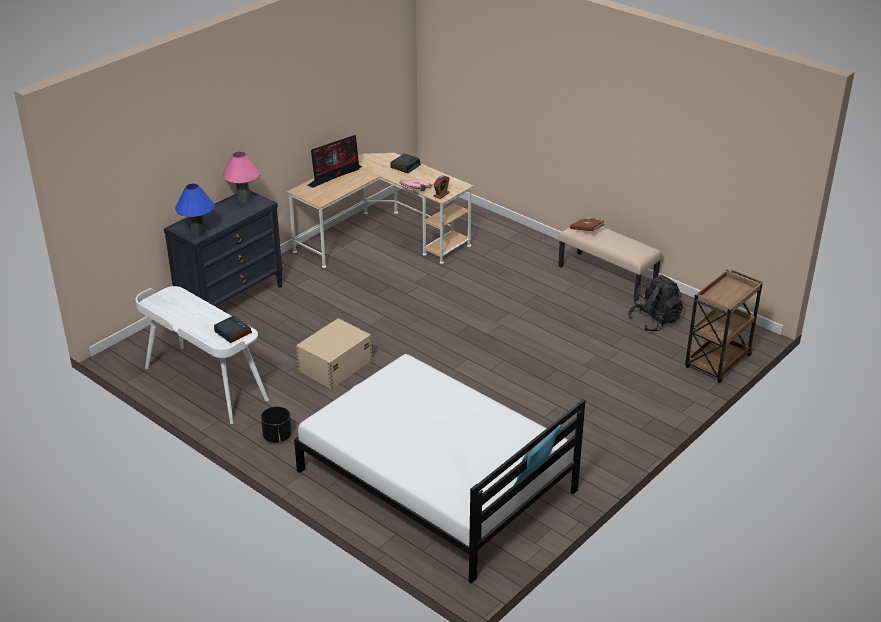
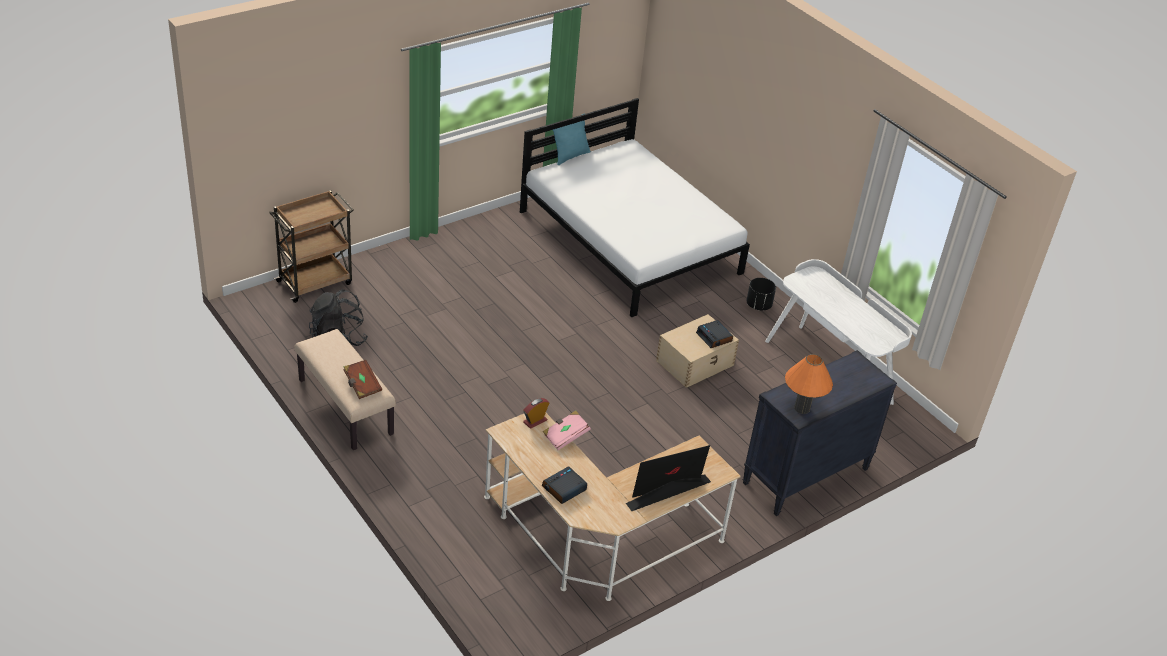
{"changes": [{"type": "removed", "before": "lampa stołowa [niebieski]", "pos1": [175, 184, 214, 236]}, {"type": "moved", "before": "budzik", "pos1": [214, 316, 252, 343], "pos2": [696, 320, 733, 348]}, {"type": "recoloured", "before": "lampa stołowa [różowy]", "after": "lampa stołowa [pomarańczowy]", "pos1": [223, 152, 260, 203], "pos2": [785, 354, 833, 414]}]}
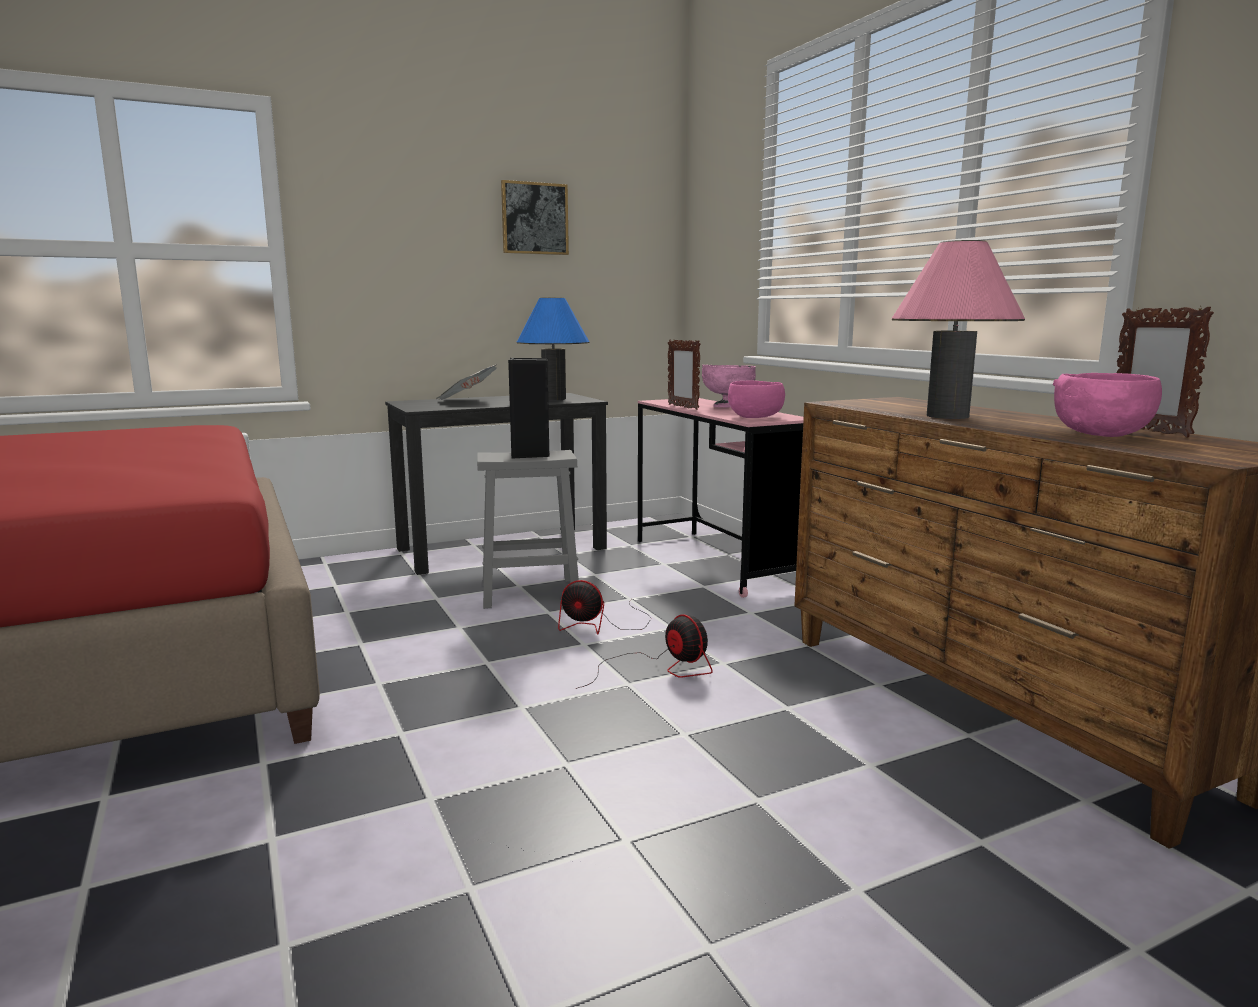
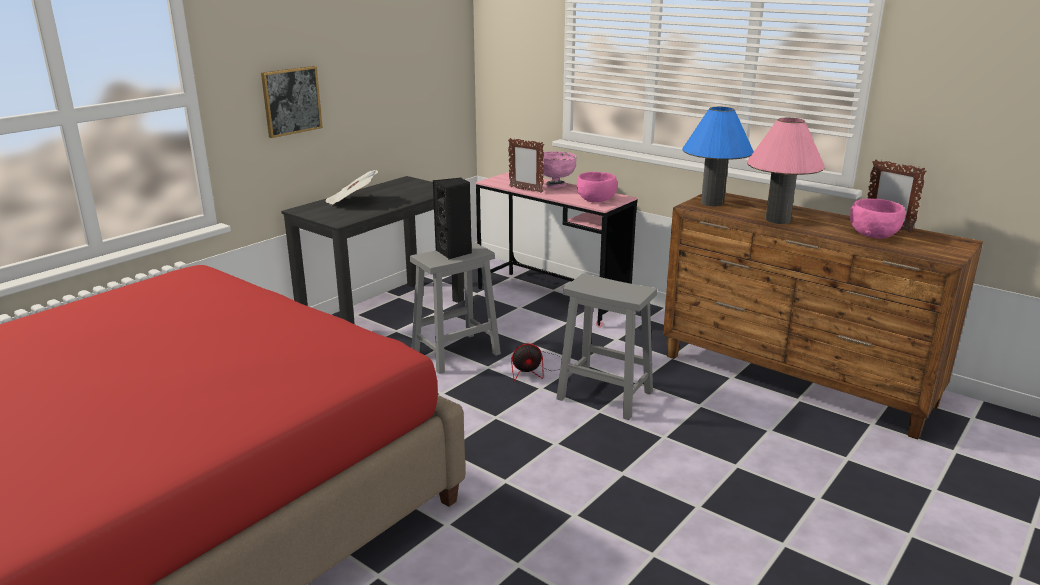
{"changes": [{"type": "moved", "before": "obraz", "pos1": [501, 180, 569, 255], "pos2": [261, 66, 323, 138]}, {"type": "moved", "before": "lampa stołowa [niebieski]", "pos1": [517, 297, 589, 400], "pos2": [682, 107, 754, 206]}, {"type": "replaced", "before": "wentylator", "after": "stołek [szary]", "pos1": [576, 614, 713, 689], "pos2": [556, 273, 657, 420]}]}
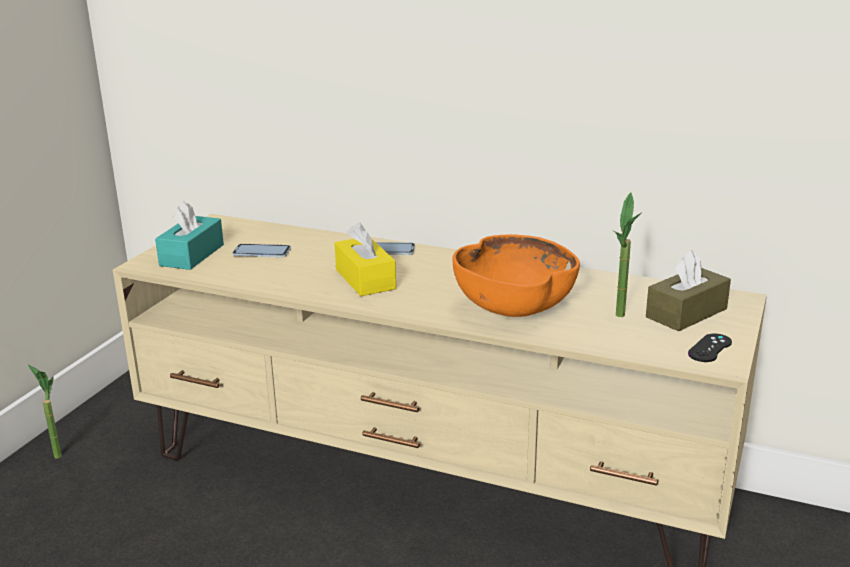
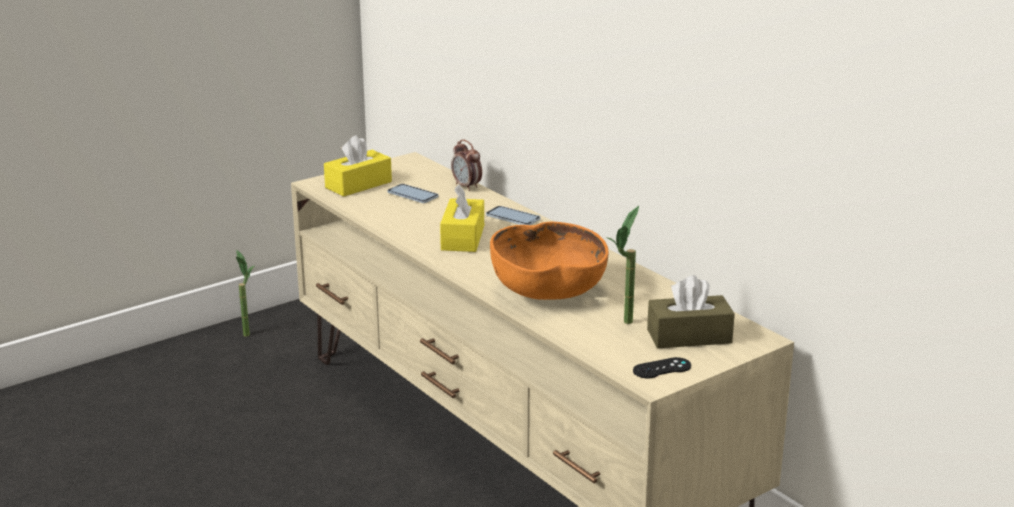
{"changes": [{"type": "added", "after": "budzik", "pos2": [451, 139, 482, 191]}, {"type": "recoloured", "before": "pudełko chusteczek [turkusowy]", "after": "pudełko chusteczek [żółty]", "pos1": [155, 201, 224, 270], "pos2": [324, 135, 392, 197]}]}
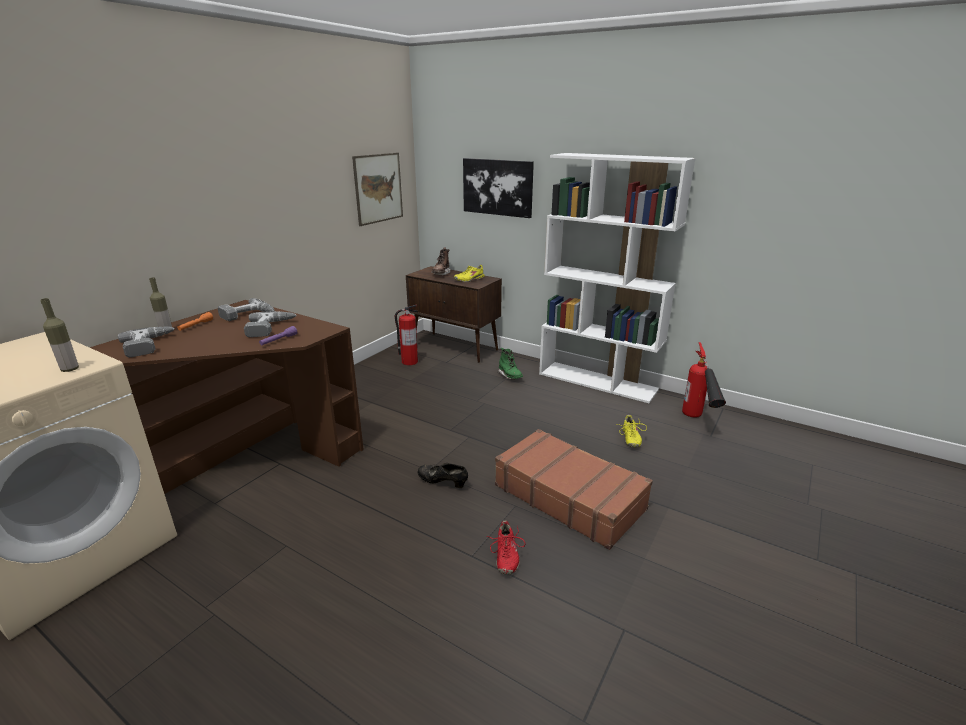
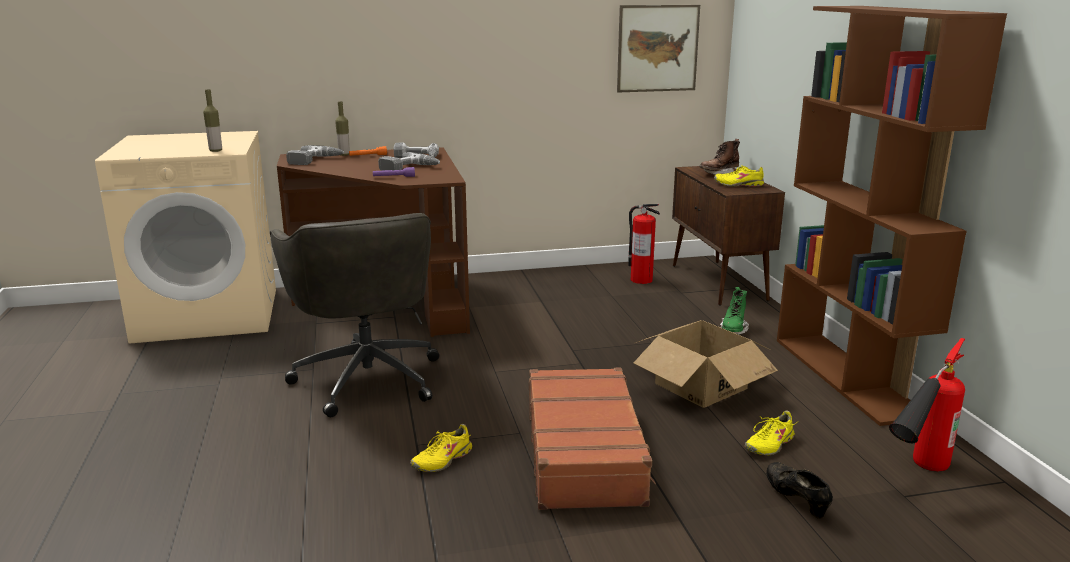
{"changes": [{"type": "removed", "before": "obraz", "pos1": [463, 158, 534, 218]}, {"type": "added", "after": "krzesło biurowe [szary]", "pos2": [270, 213, 439, 417]}, {"type": "added", "after": "karton", "pos2": [633, 320, 778, 408]}, {"type": "moved", "before": "but [czarny]", "pos1": [418, 463, 468, 488], "pos2": [766, 462, 833, 519]}, {"type": "recoloured", "before": "but [czerwony]", "after": "but [żółty]", "pos1": [486, 521, 525, 575], "pos2": [410, 424, 472, 472]}, {"type": "recoloured", "before": "regał [biały]", "after": "regał [brązowy]", "pos1": [539, 153, 696, 403], "pos2": [777, 6, 1007, 426]}]}
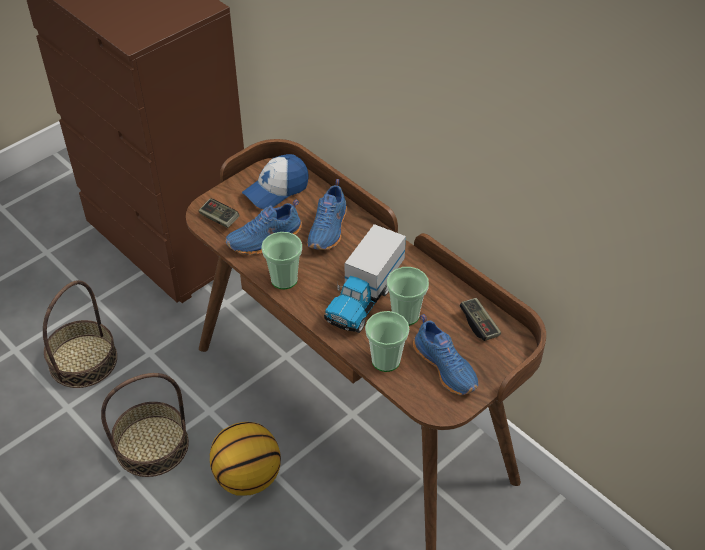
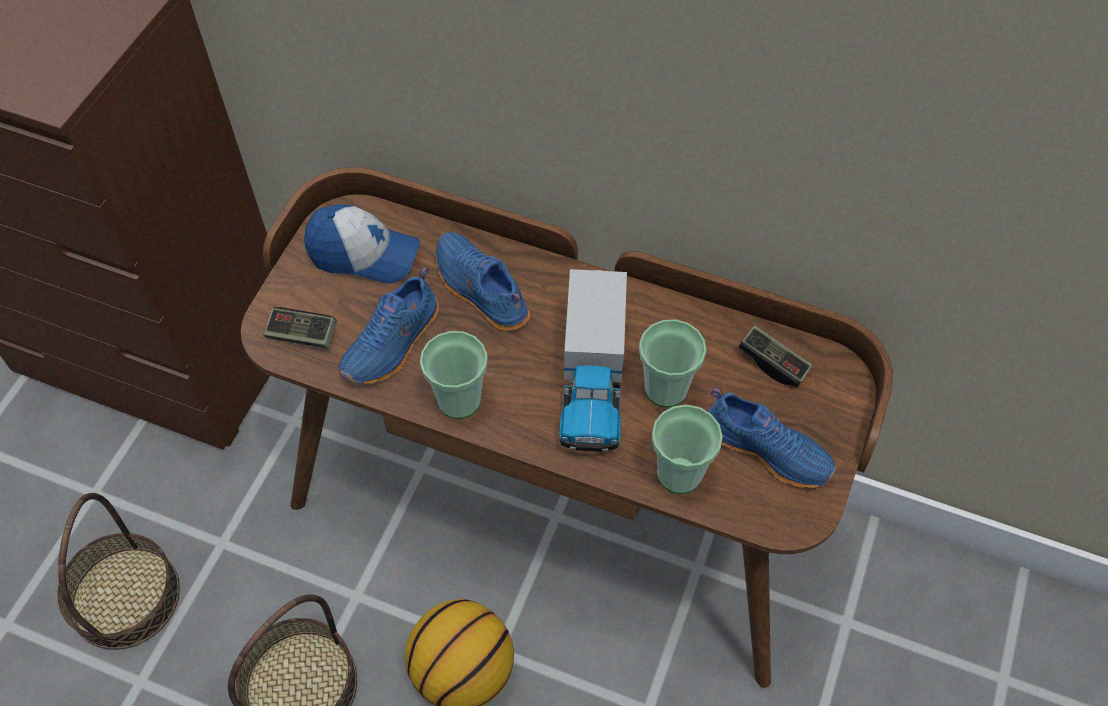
{"changes": [{"type": "turned", "before": "czapka z daszkiem", "pos1": [242, 154, 309, 209], "pos2": [304, 204, 420, 284], "turn": -105}, {"type": "turned", "before": "but [niebieski]", "pos1": [307, 179, 347, 250], "pos2": [436, 232, 530, 331], "turn": 150}]}
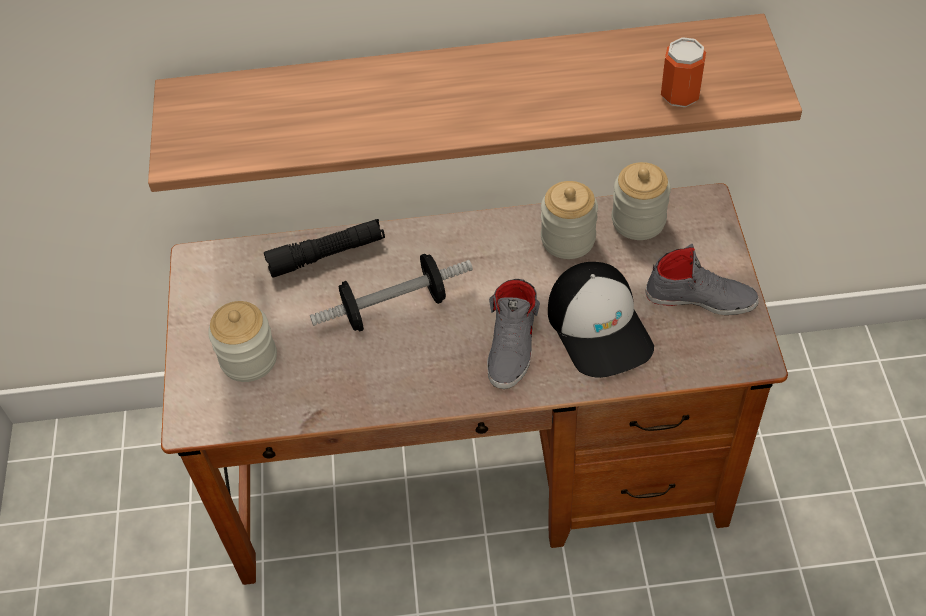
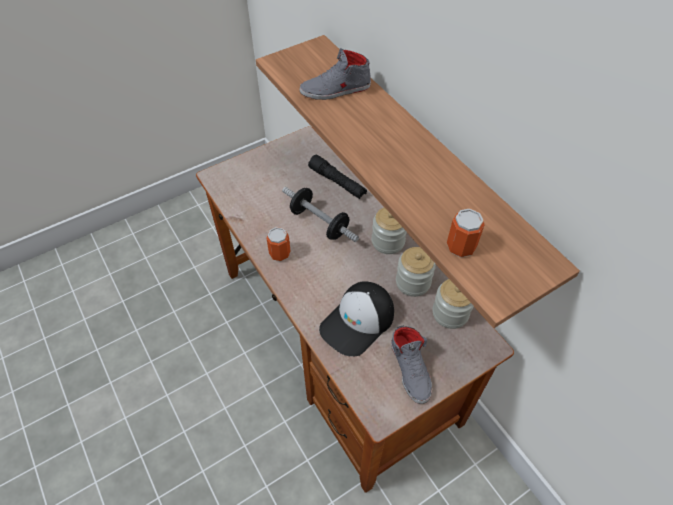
{"changes": [{"type": "added", "after": "puszka", "pos2": [266, 227, 290, 261]}, {"type": "moved", "before": "słoik", "pos1": [208, 301, 277, 382], "pos2": [372, 207, 407, 254]}, {"type": "moved", "before": "but [szary]", "pos1": [487, 279, 540, 389], "pos2": [300, 48, 371, 100]}]}
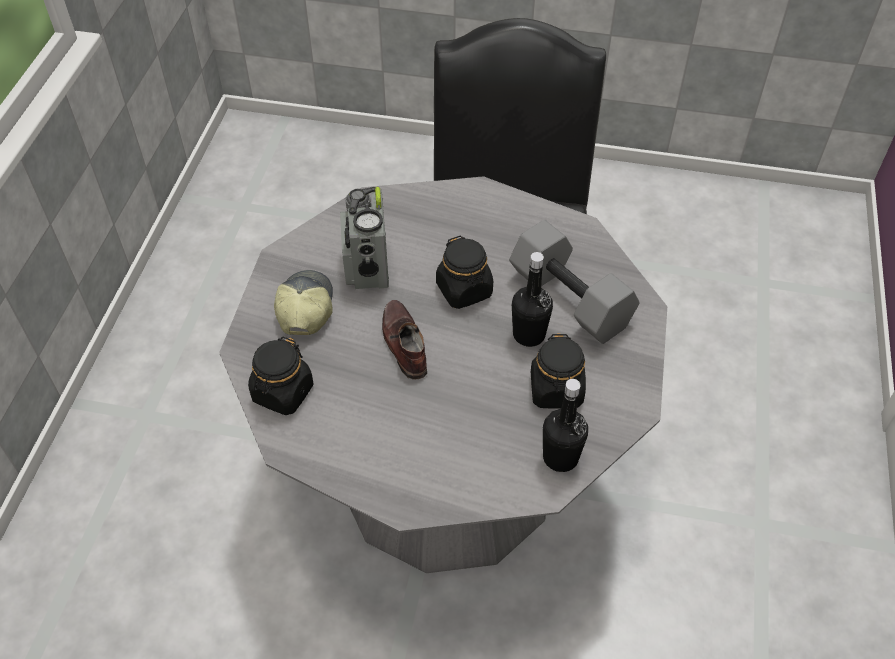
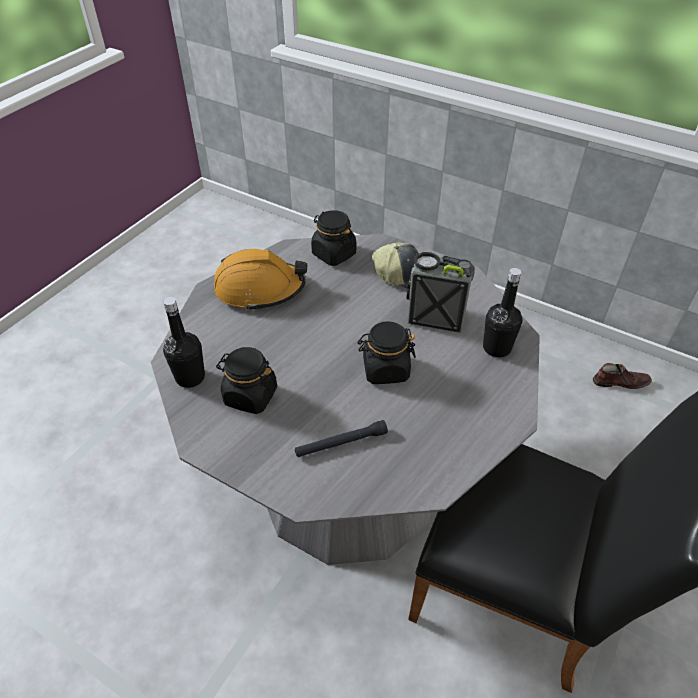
{"changes": [{"type": "added", "after": "kask [pomarańczowy]", "pos2": [214, 249, 307, 312]}, {"type": "moved", "before": "but [brązowy]", "pos1": [382, 300, 427, 380], "pos2": [593, 363, 652, 389]}, {"type": "moved", "before": "butelka [czarny]", "pos1": [512, 252, 553, 347], "pos2": [483, 268, 523, 358]}, {"type": "replaced", "before": "hantel [szary]", "after": "latarka [czarny]", "pos1": [509, 220, 640, 344], "pos2": [295, 420, 388, 457]}]}
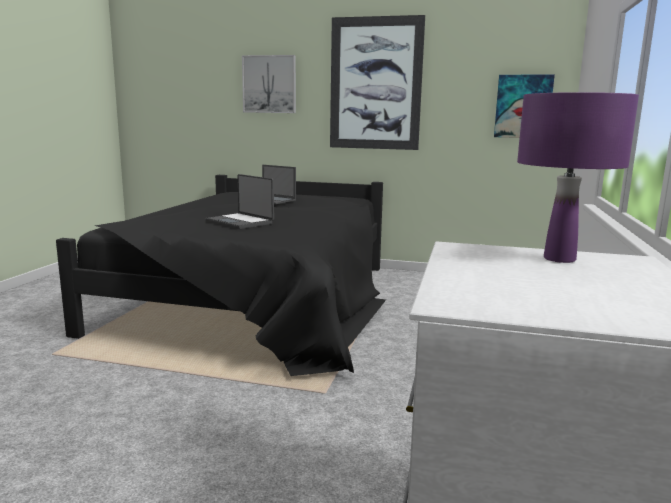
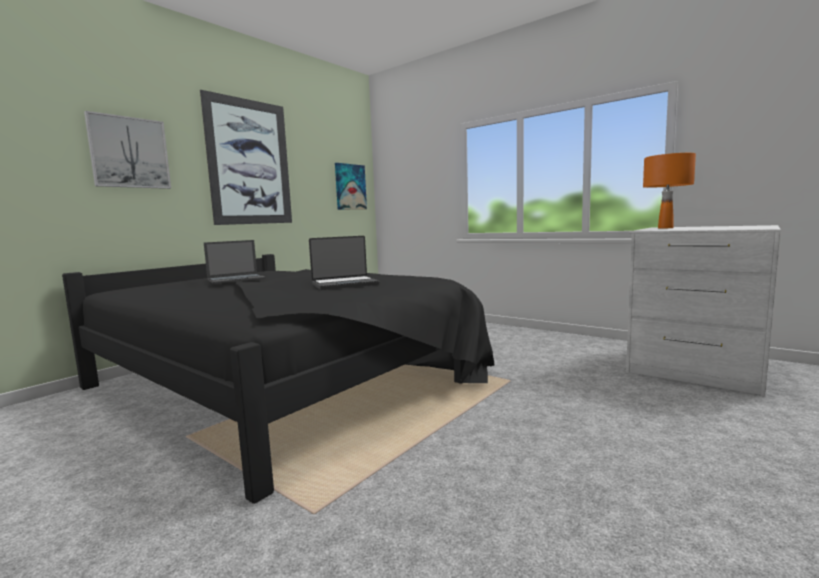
{"changes": [{"type": "recoloured", "before": "lampa stołowa [fioletowy]", "after": "lampa stołowa [pomarańczowy]", "pos1": [517, 92, 639, 263], "pos2": [643, 153, 696, 228]}]}
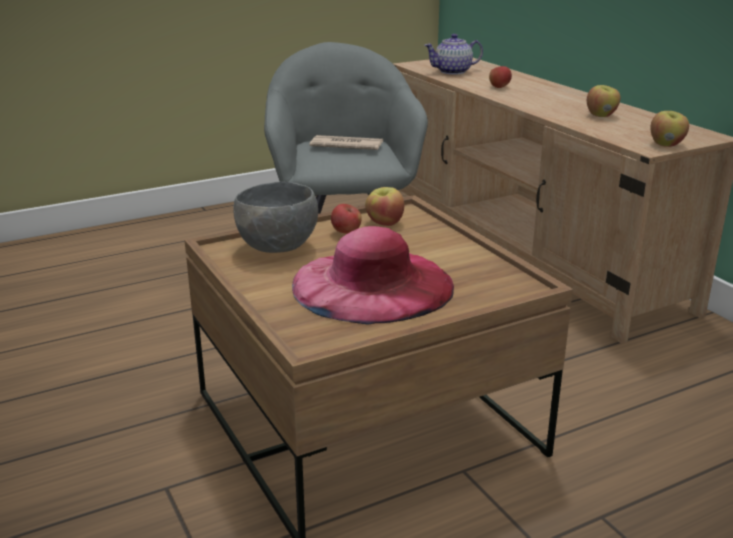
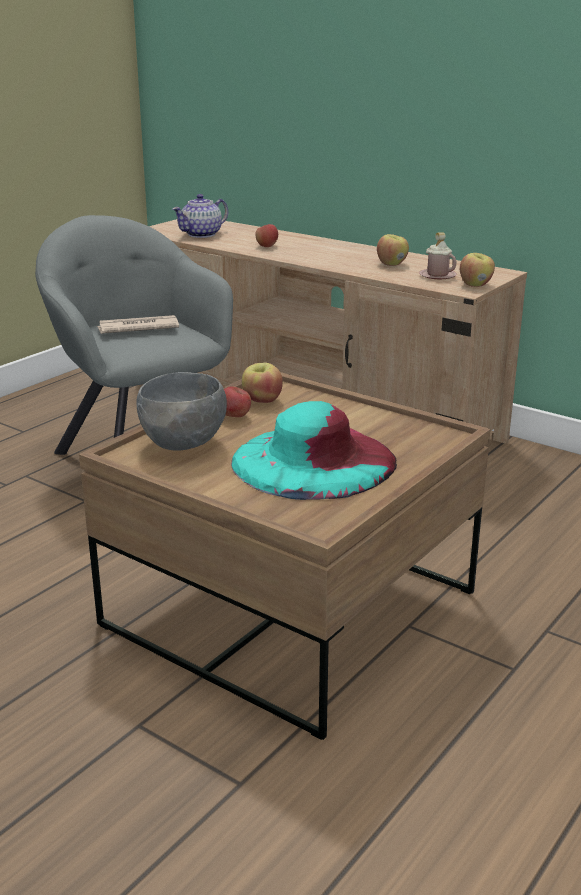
{"changes": [{"type": "added", "after": "kubek [różowy]", "pos2": [419, 232, 457, 279]}, {"type": "recoloured", "before": "kapelusz [różowy]", "after": "kapelusz [turkusowy]", "pos1": [292, 226, 454, 325], "pos2": [231, 401, 397, 500]}]}
